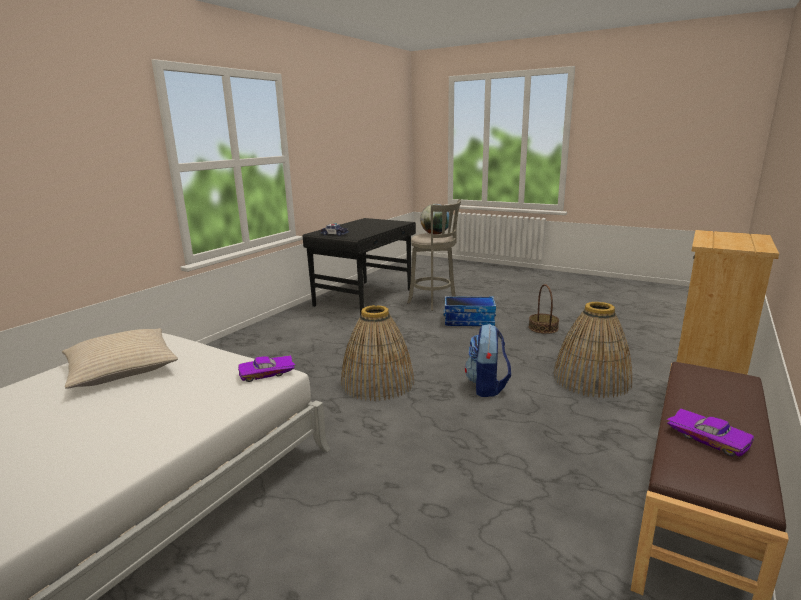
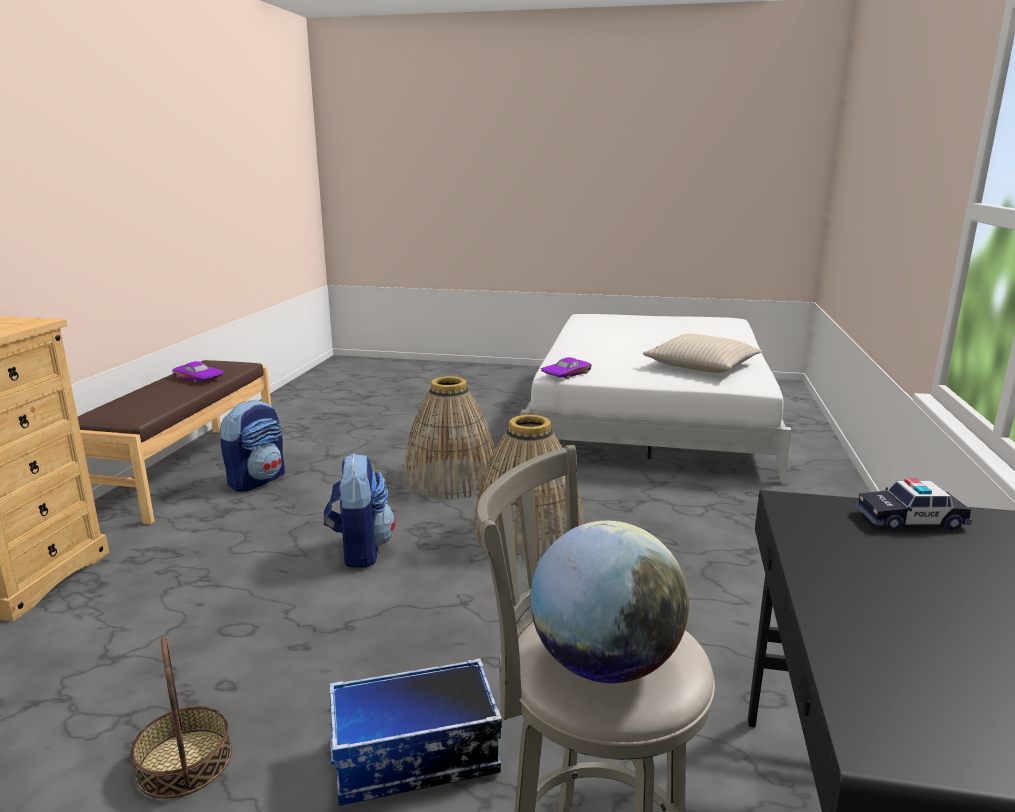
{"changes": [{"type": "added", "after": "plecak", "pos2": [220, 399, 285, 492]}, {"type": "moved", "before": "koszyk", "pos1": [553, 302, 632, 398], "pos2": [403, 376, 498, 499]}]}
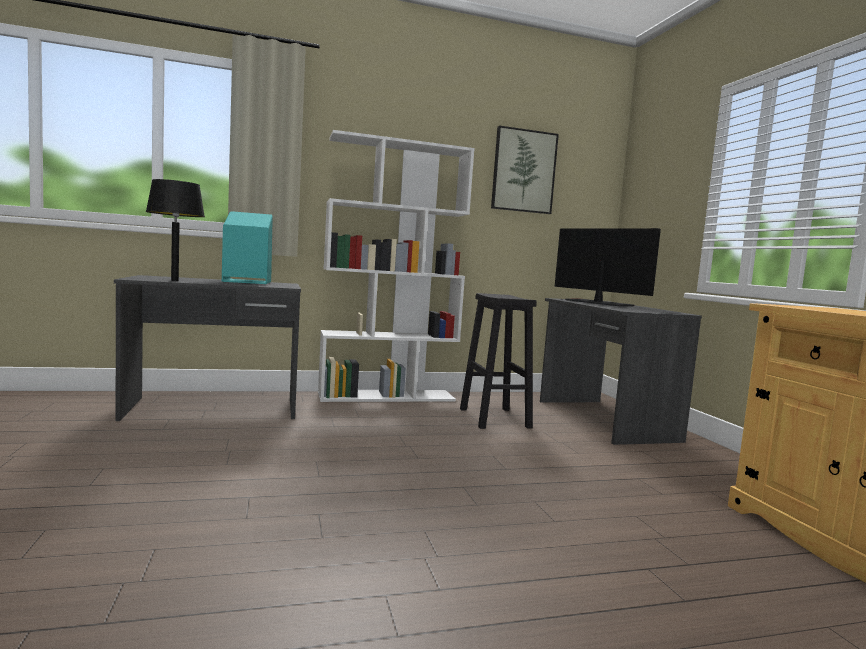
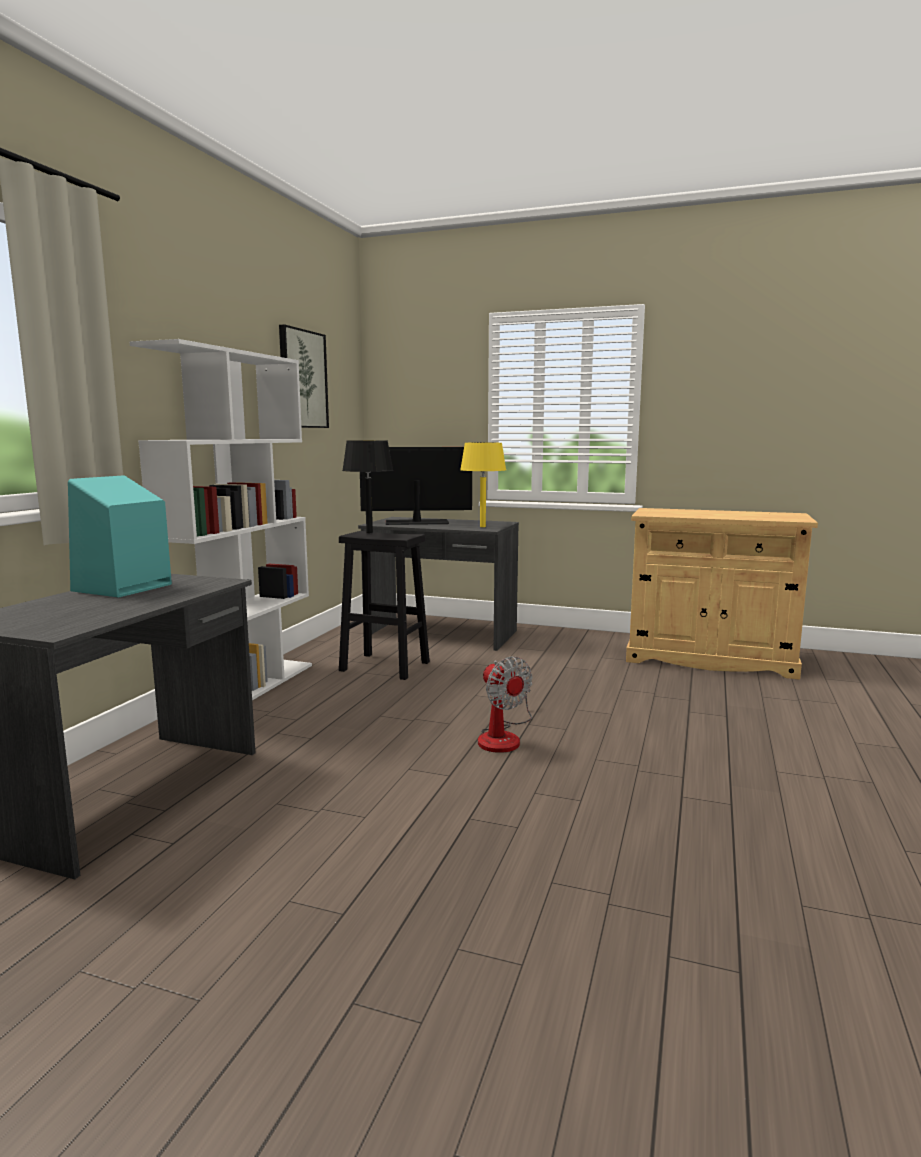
{"changes": [{"type": "added", "after": "lampa stołowa [żółty]", "pos2": [460, 443, 506, 527]}, {"type": "added", "after": "wentylator", "pos2": [478, 656, 532, 753]}, {"type": "moved", "before": "lampa stołowa [czarny]", "pos1": [146, 179, 205, 281], "pos2": [342, 440, 393, 533]}]}
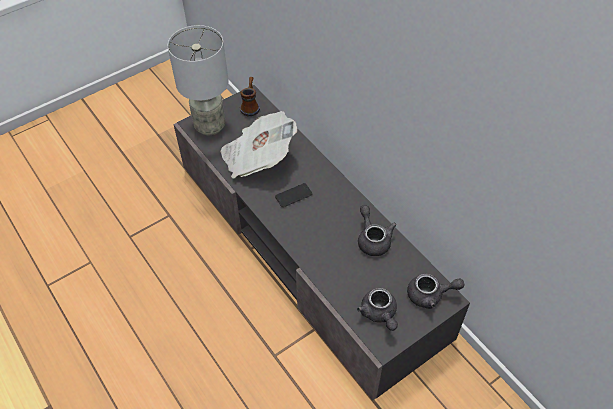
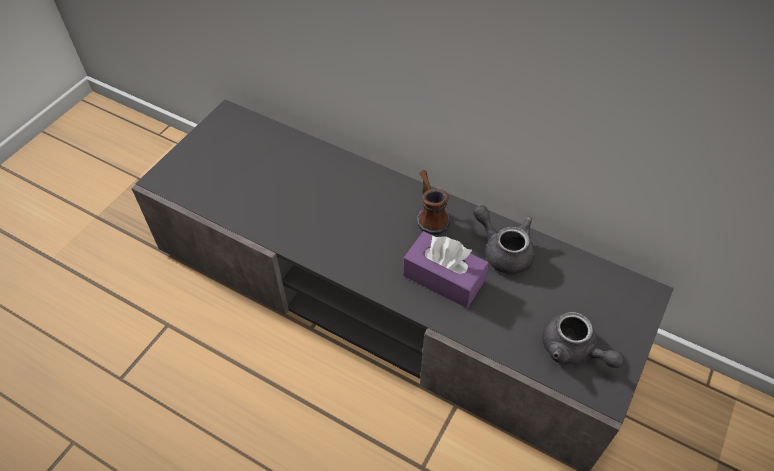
{"changes": [{"type": "removed", "before": "lampa stołowa [szary]", "pos1": [167, 25, 229, 135]}, {"type": "removed", "before": "gazeta", "pos1": [220, 111, 297, 179]}, {"type": "removed", "before": "telefon", "pos1": [275, 183, 312, 207]}, {"type": "removed", "before": "imbryk [szary]", "pos1": [407, 274, 465, 309]}, {"type": "added", "after": "pudełko chusteczek [fioletowy]", "pos2": [403, 231, 489, 308]}, {"type": "moved", "before": "kubek", "pos1": [240, 77, 260, 117], "pos2": [417, 170, 450, 235]}]}
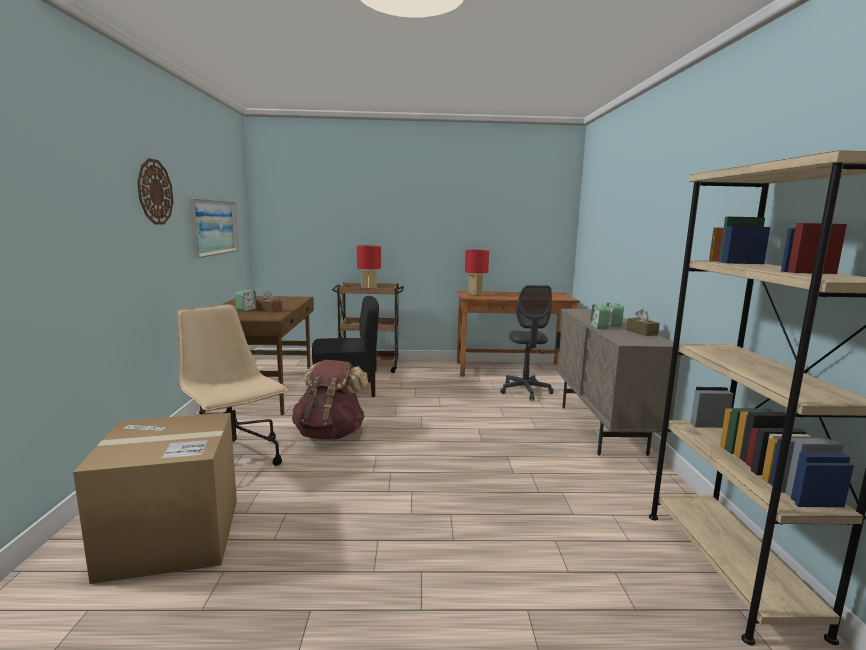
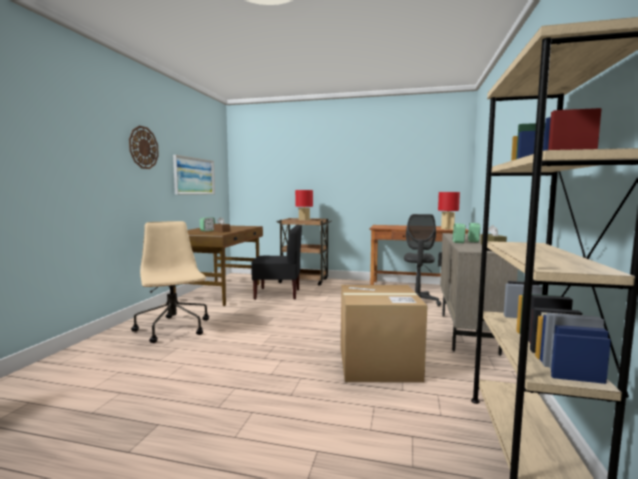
{"changes": [{"type": "removed", "before": "plecak [brązowy]", "pos1": [292, 360, 368, 440]}, {"type": "moved", "before": "karton", "pos1": [73, 413, 237, 584], "pos2": [341, 285, 428, 383]}, {"type": "moved", "before": "lampa stołowa [czerwony]", "pos1": [465, 250, 489, 295], "pos2": [438, 192, 460, 230]}]}
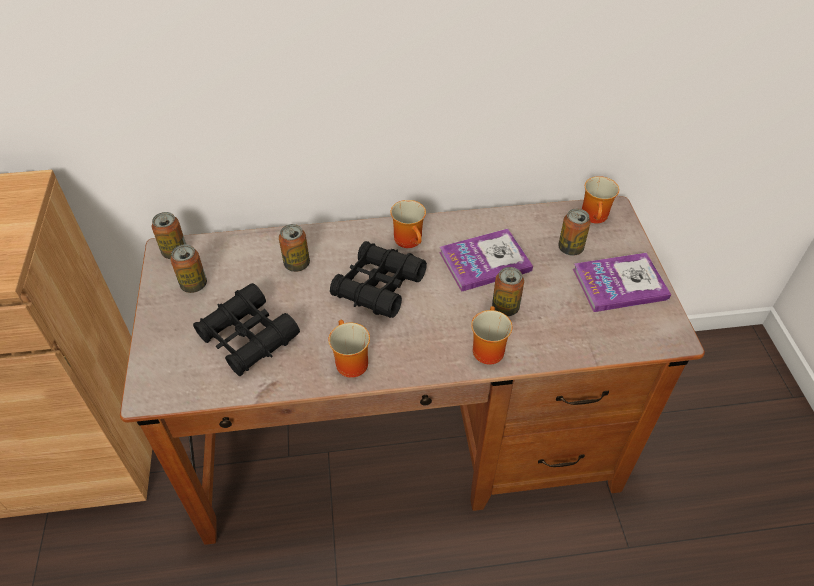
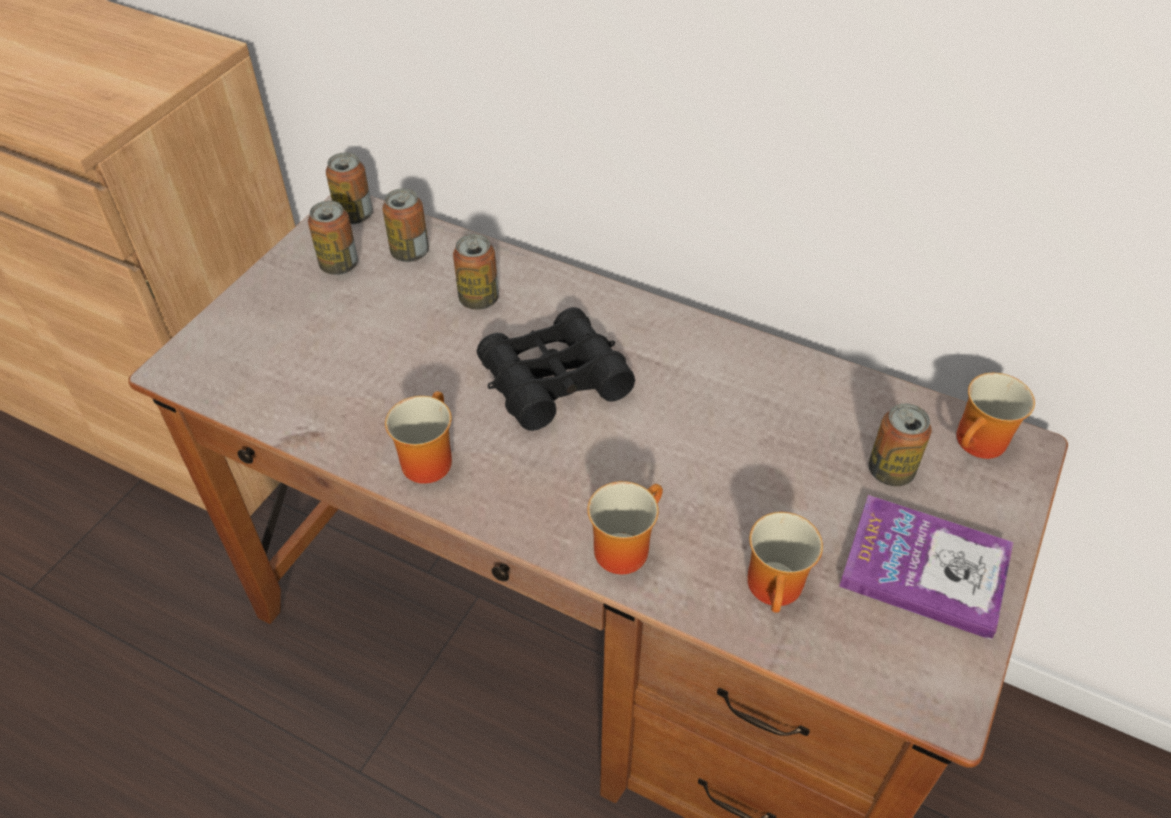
{"changes": [{"type": "removed", "before": "lornetka [czarny]", "pos1": [193, 283, 300, 376]}, {"type": "removed", "before": "książka", "pos1": [439, 229, 533, 292]}, {"type": "moved", "before": "kubek", "pos1": [391, 200, 426, 248], "pos2": [747, 512, 823, 613]}, {"type": "moved", "before": "puszka", "pos1": [492, 267, 524, 316], "pos2": [382, 189, 429, 262]}]}
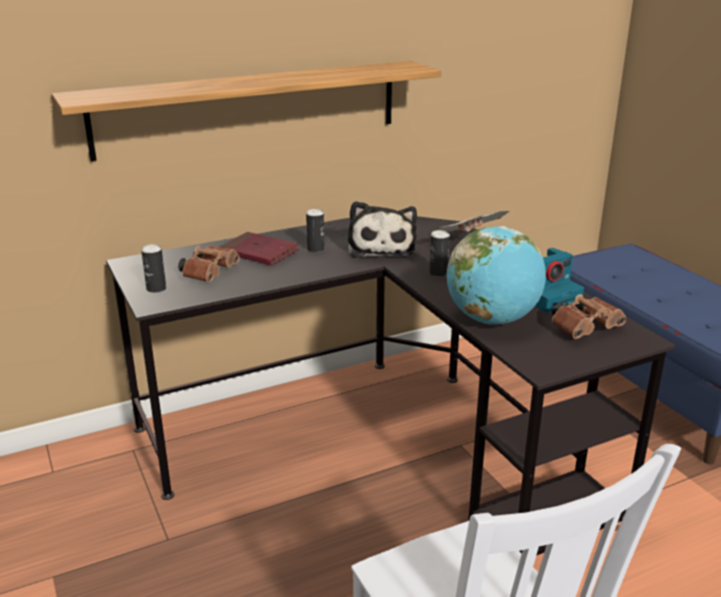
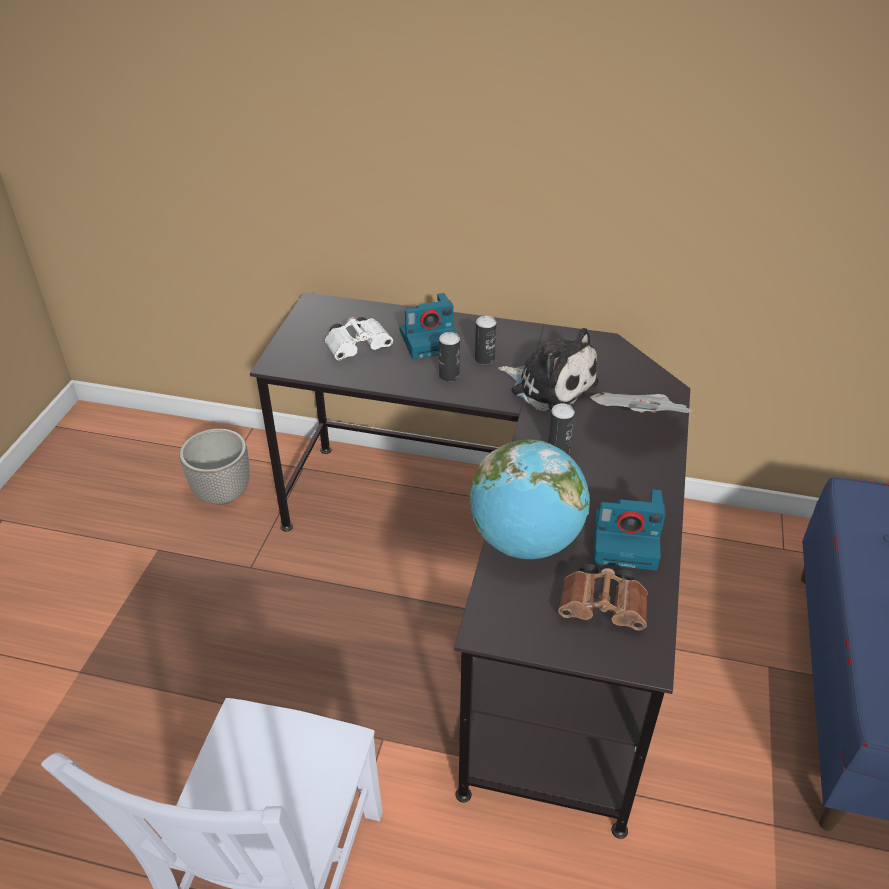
{"changes": [{"type": "removed", "before": "półka", "pos1": [51, 61, 441, 161]}, {"type": "added", "after": "donica", "pos2": [179, 429, 249, 505]}, {"type": "moved", "before": "puszka", "pos1": [141, 244, 166, 293], "pos2": [439, 332, 460, 382]}, {"type": "replaced", "before": "książka [czerwony]", "after": "aparat fotograficzny", "pos1": [219, 232, 299, 266], "pos2": [399, 293, 456, 359]}, {"type": "recoloured", "before": "lornetka [brązowy]", "after": "lornetka [biały]", "pos1": [178, 246, 240, 282], "pos2": [325, 317, 393, 360]}, {"type": "turned", "before": "pluszak", "pos1": [348, 201, 417, 258], "pos2": [498, 328, 599, 412], "turn": -90}]}
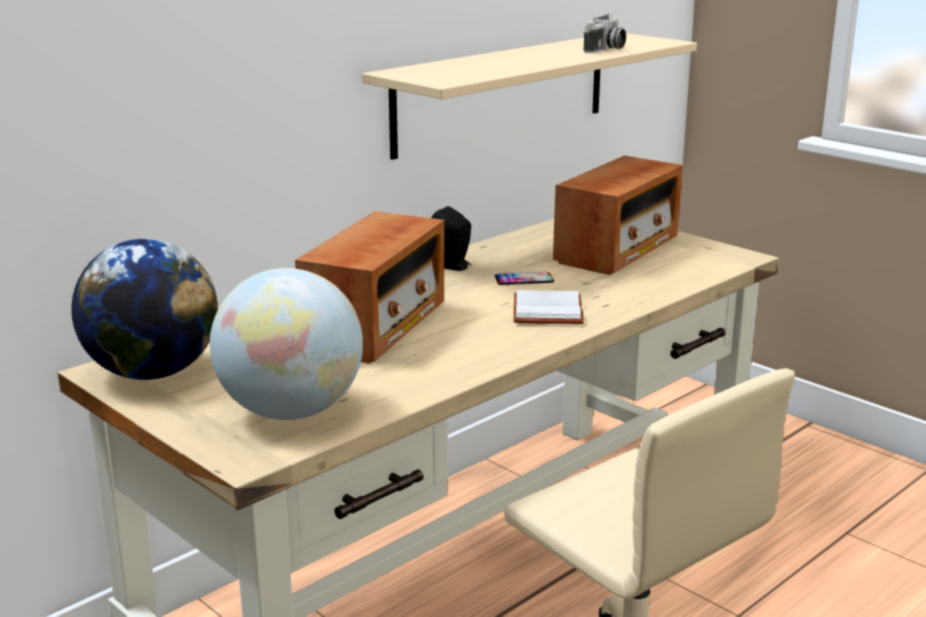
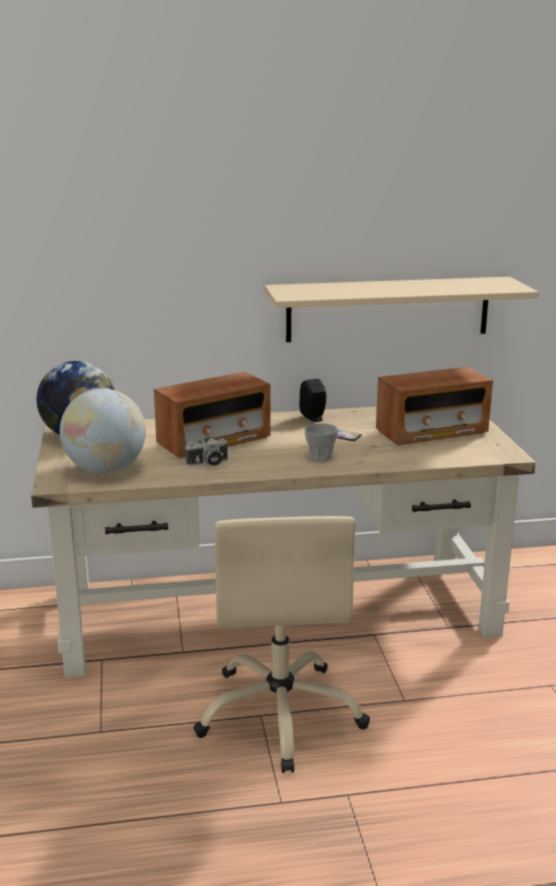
{"changes": [{"type": "moved", "before": "aparat fotograficzny", "pos1": [583, 14, 626, 53], "pos2": [185, 437, 228, 466]}, {"type": "replaced", "before": "książka [biały]", "after": "filiżanka", "pos1": [514, 290, 584, 324], "pos2": [304, 423, 338, 461]}]}
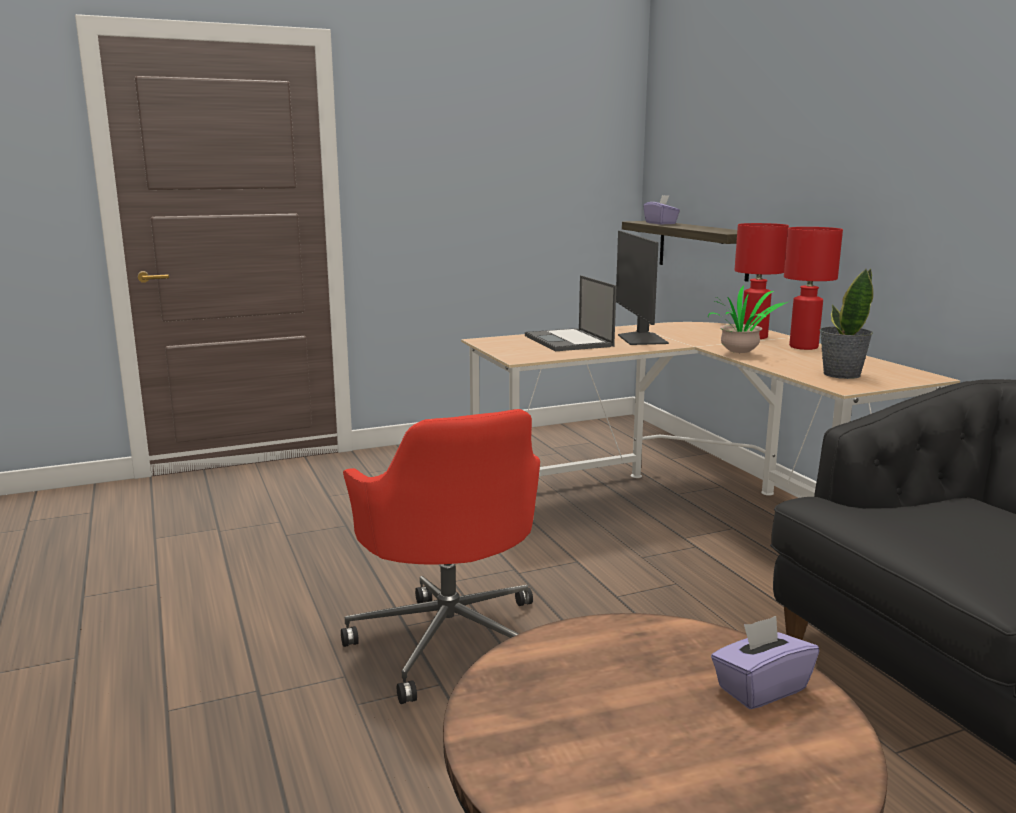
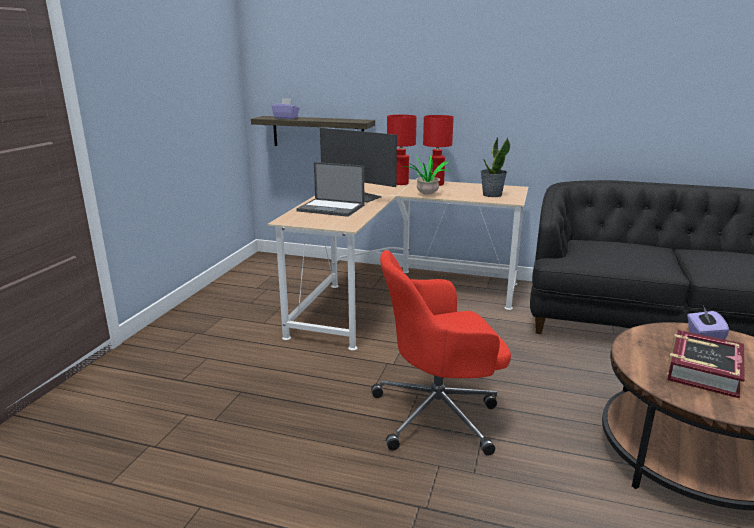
{"changes": [{"type": "added", "after": "książka", "pos2": [666, 330, 745, 398]}, {"type": "turned", "before": "krzesło biurowe [czerwony]", "pos1": [341, 409, 540, 704], "pos2": [371, 250, 511, 456], "turn": 150}]}
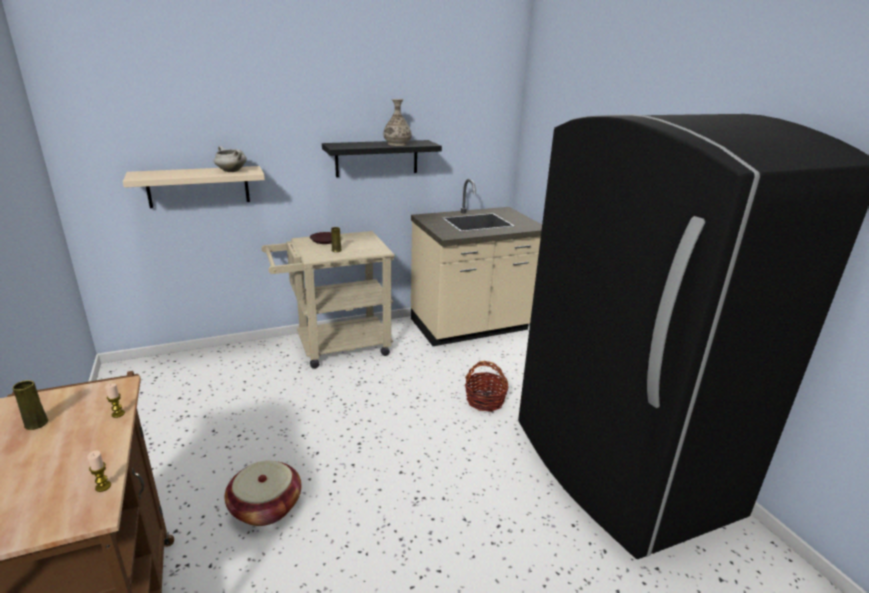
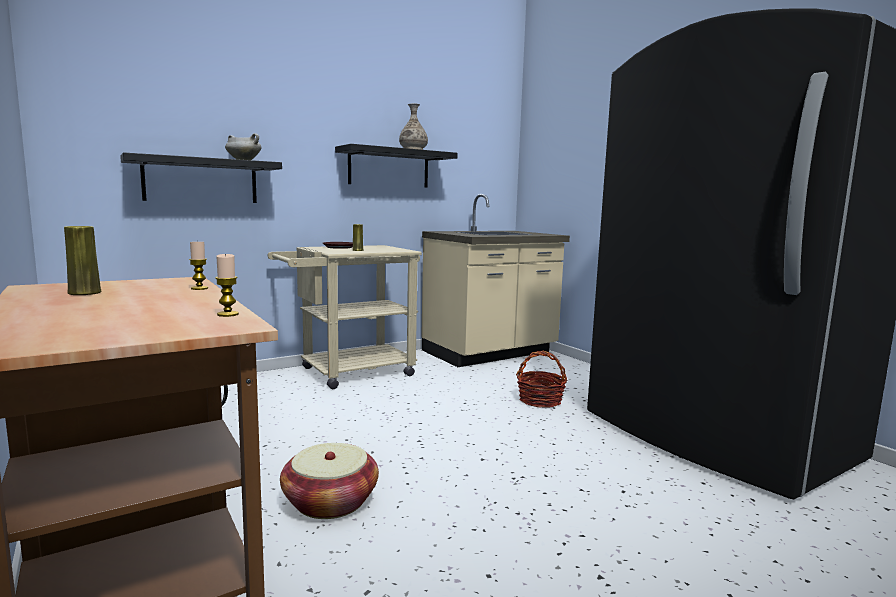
{"changes": [{"type": "recoloured", "before": "półka [beżowy]", "after": "półka [czarny]", "pos1": [123, 166, 265, 208], "pos2": [120, 152, 282, 203]}]}
